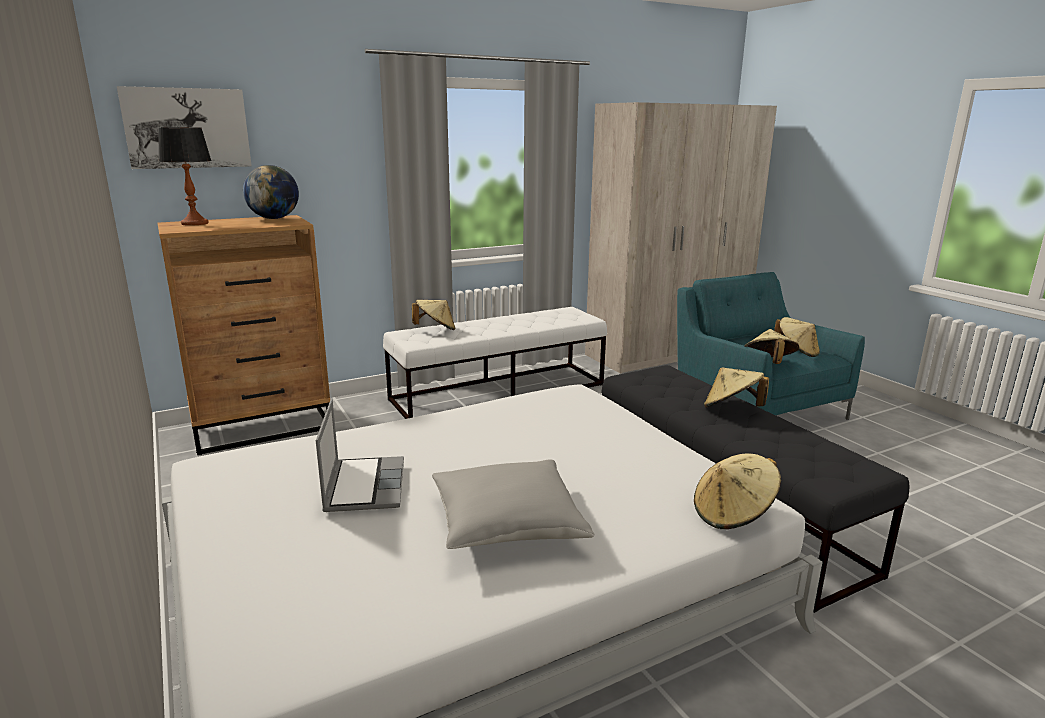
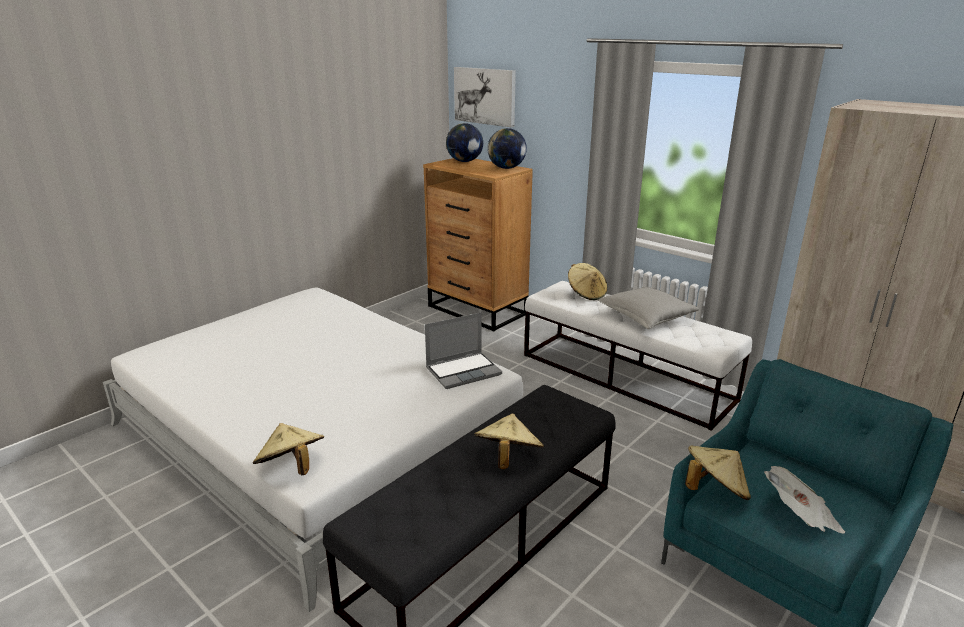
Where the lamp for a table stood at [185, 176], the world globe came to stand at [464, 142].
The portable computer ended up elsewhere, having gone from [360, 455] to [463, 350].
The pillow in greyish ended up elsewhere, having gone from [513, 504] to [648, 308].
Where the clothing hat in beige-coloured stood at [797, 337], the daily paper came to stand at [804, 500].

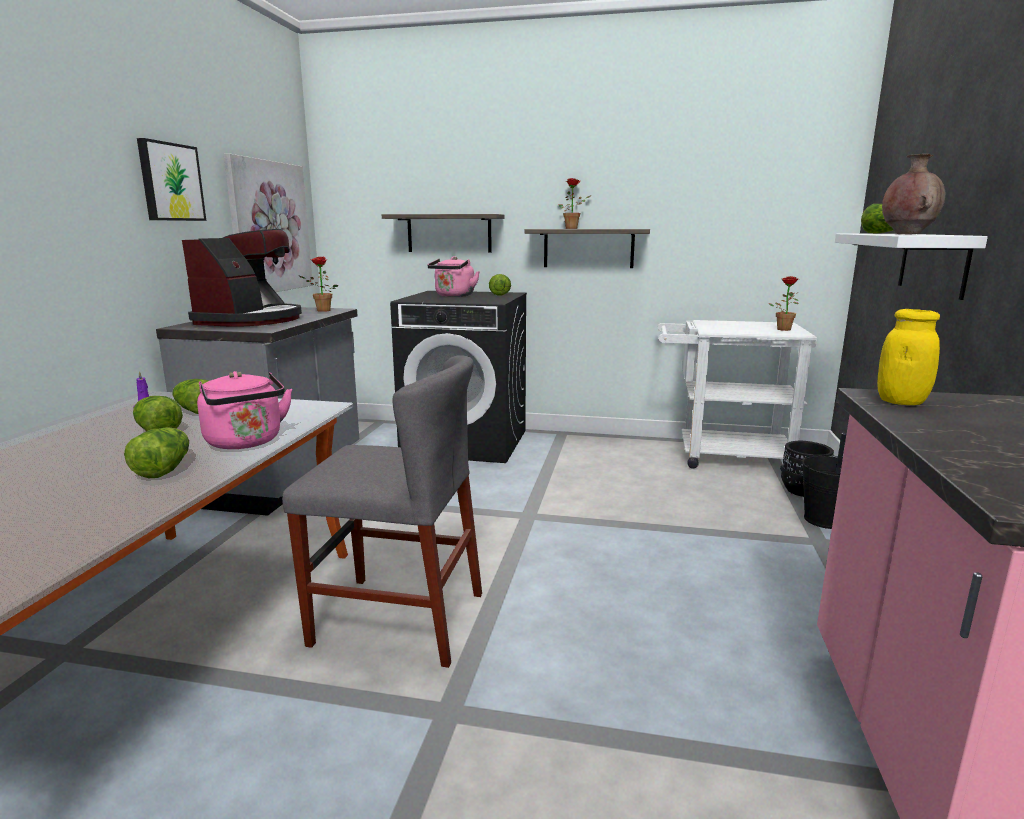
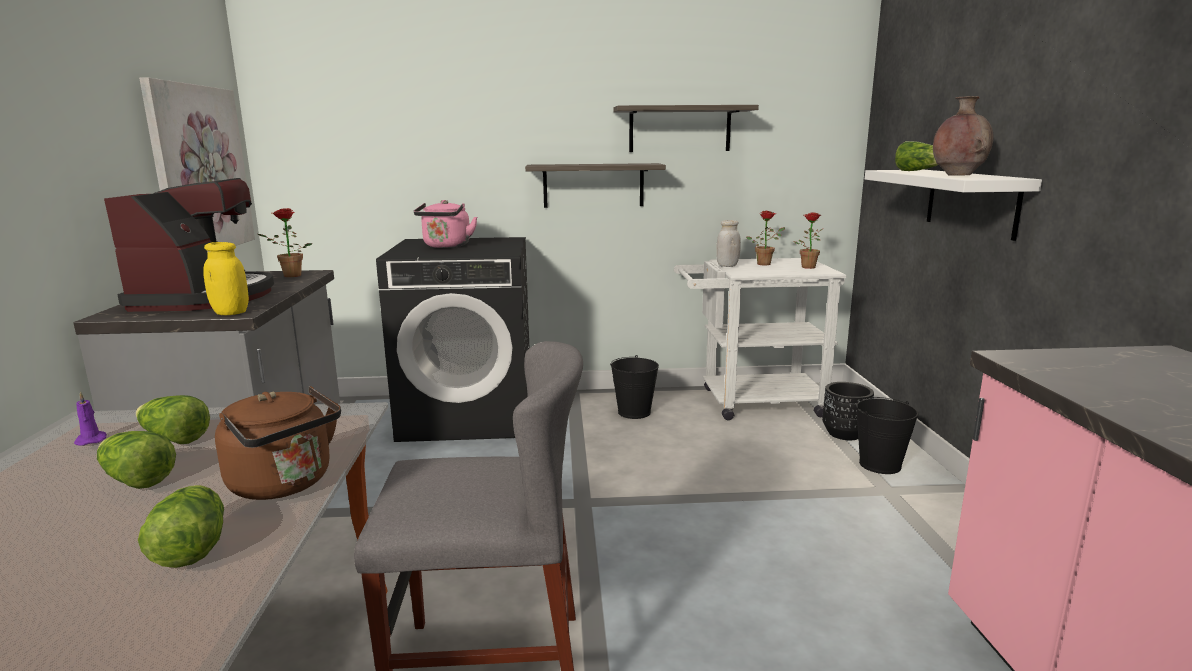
The second view lost the wall picture at [171, 179].
What was the kettle in pinkish at [244, 410] turned into the kettle in brownish at [278, 443].
The wall shelf ended up elsewhere, having gone from [443, 233] to [686, 128].
The second view lost the head of lettuce at [500, 285].
The plant in a pot ended up elsewhere, having gone from [575, 203] to [765, 238].
The jar in yellow ended up elsewhere, having gone from [908, 357] to [226, 278].
The second view gained the pail in blackish at [634, 387].
The second view gained the jar in white at [728, 243].

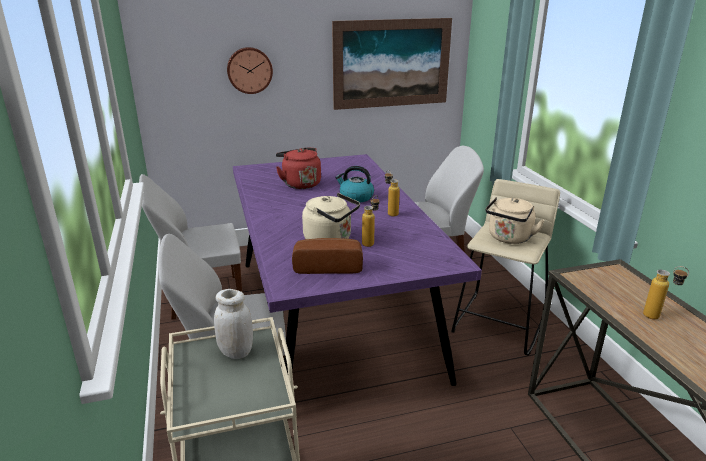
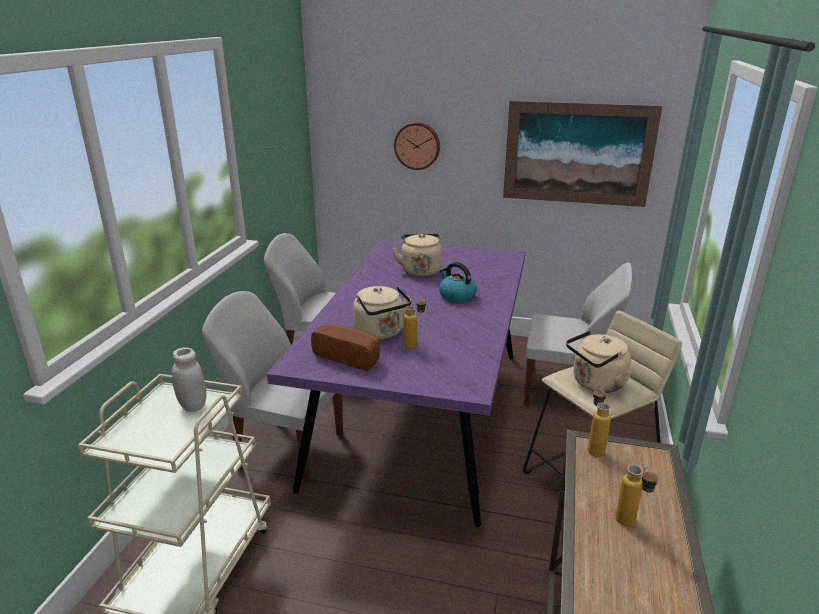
What was the kettle in reddish at [298, 168] turned into the kettle in beige-coloured at [417, 255].
The bottle ended up elsewhere, having gone from [392, 193] to [599, 421].

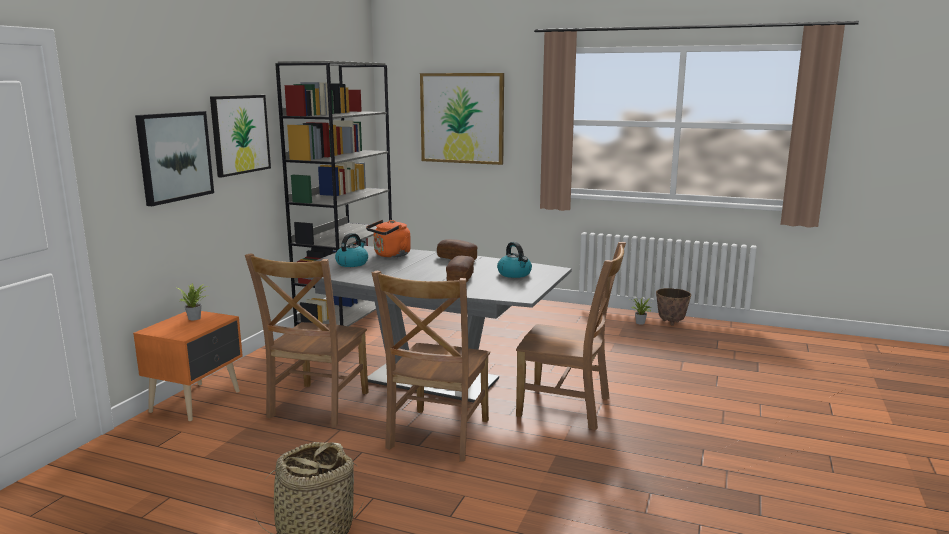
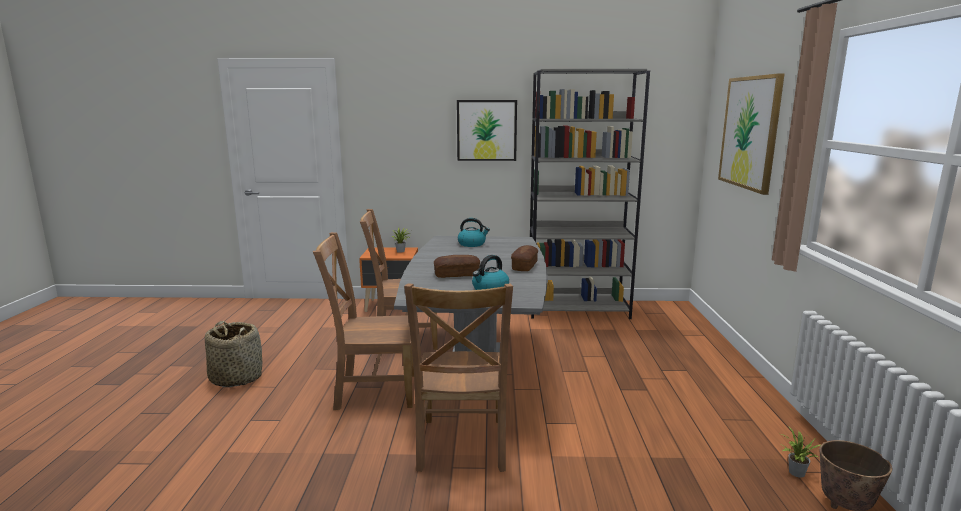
The second view lost the wall picture at [174, 158].
The second view lost the kettle in orange-coloured at [388, 239].

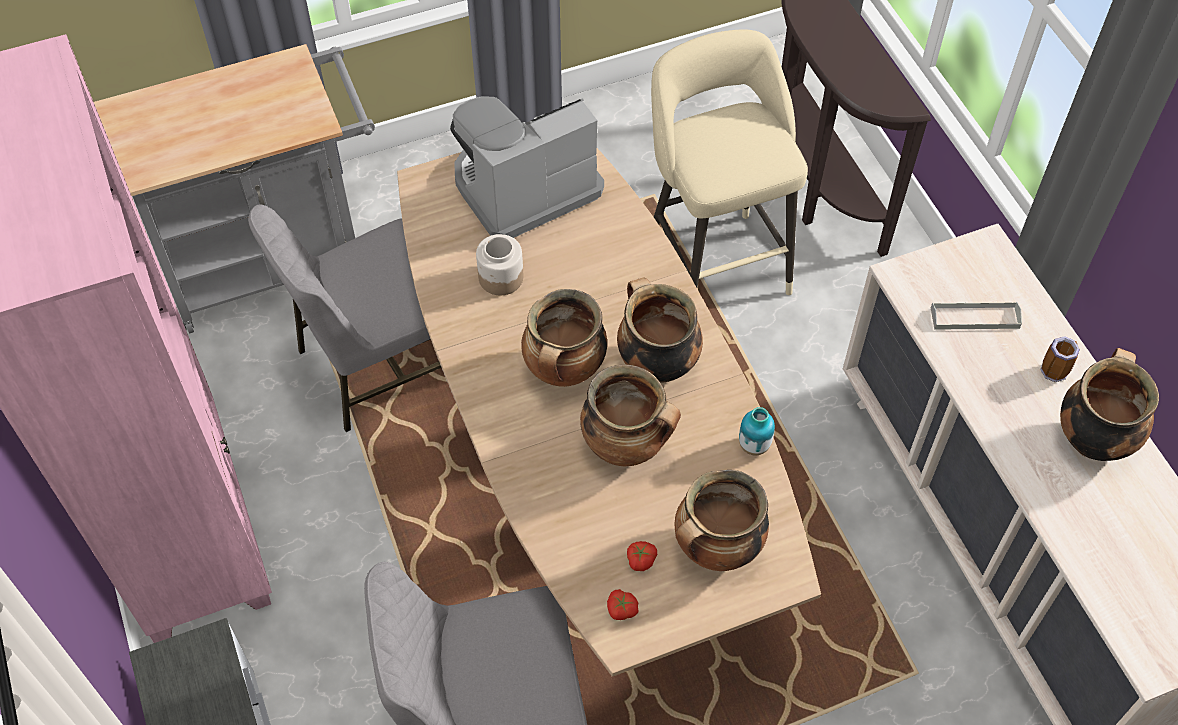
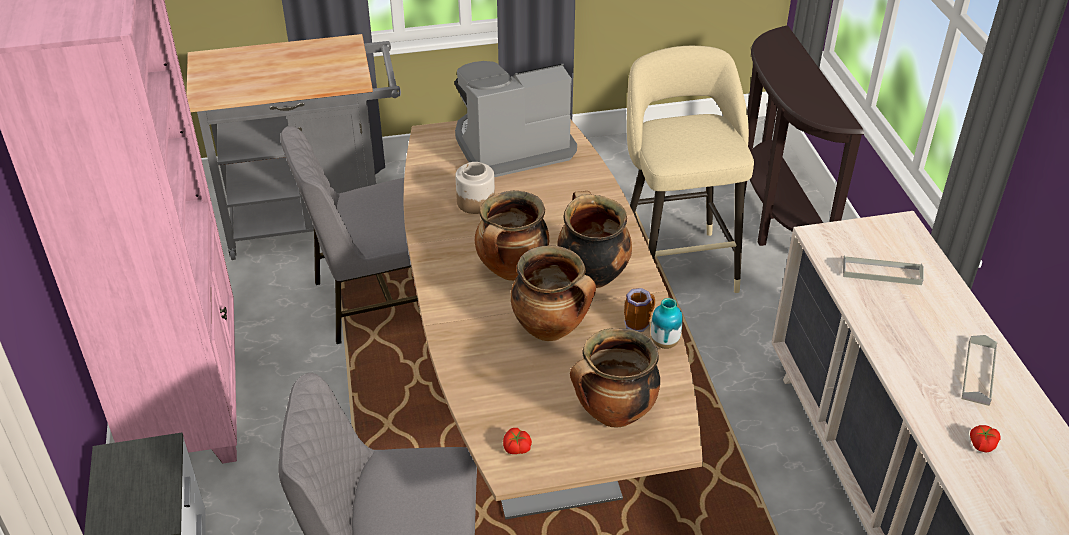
The tomato ended up elsewhere, having gone from [642, 556] to [985, 439].
The coffee mug ended up elsewhere, having gone from [1060, 359] to [639, 310].
Where the cooking pot stood at [1109, 404], the tray in greyish came to stand at [980, 370].

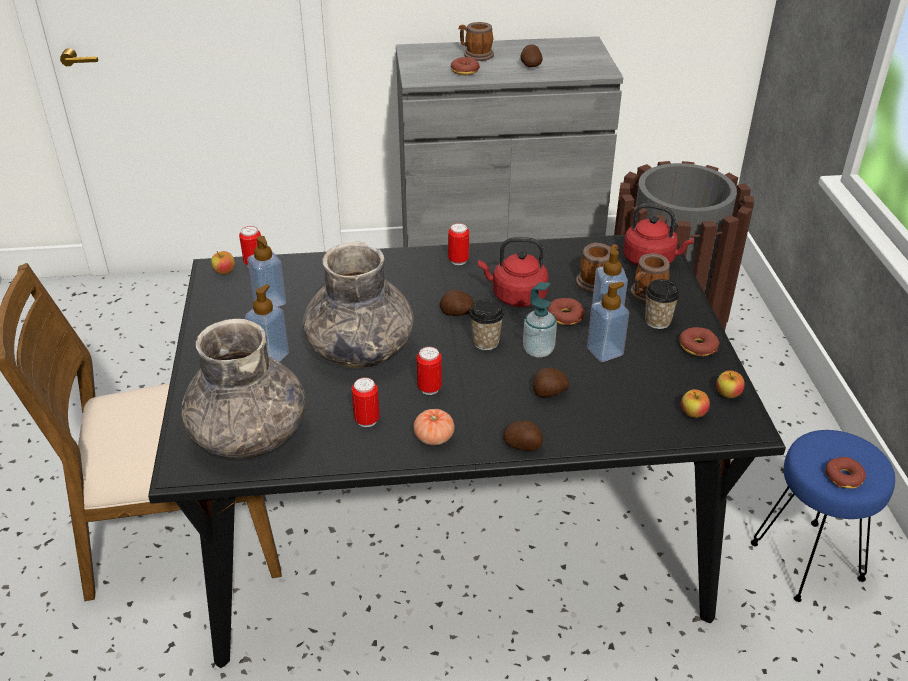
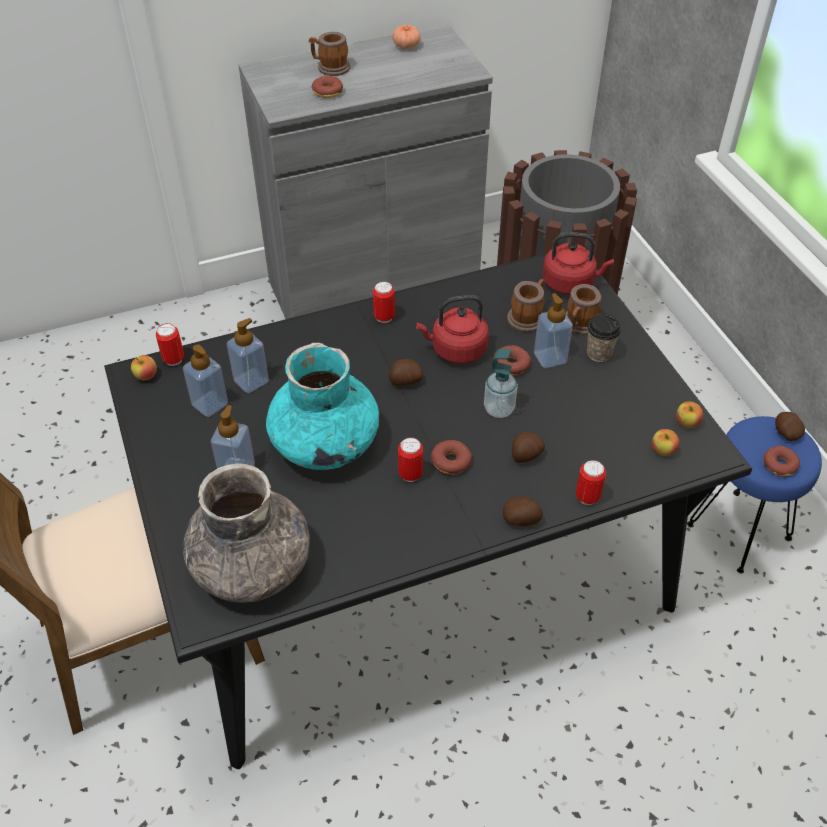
What was the flower vase in greyish at [358, 304] turned into the flower vase in blue-green at [322, 406].
The metal can ended up elsewhere, having gone from [366, 402] to [591, 482].
The tomato ended up elsewhere, having gone from [434, 427] to [406, 37].
The second view lost the cup at [486, 324].
The whole potato ended up elsewhere, having gone from [531, 56] to [790, 426].
The liquid soap bottle ended up elsewhere, having gone from [608, 322] to [248, 355].
The donut ended up elsewhere, having gone from [699, 341] to [451, 457].

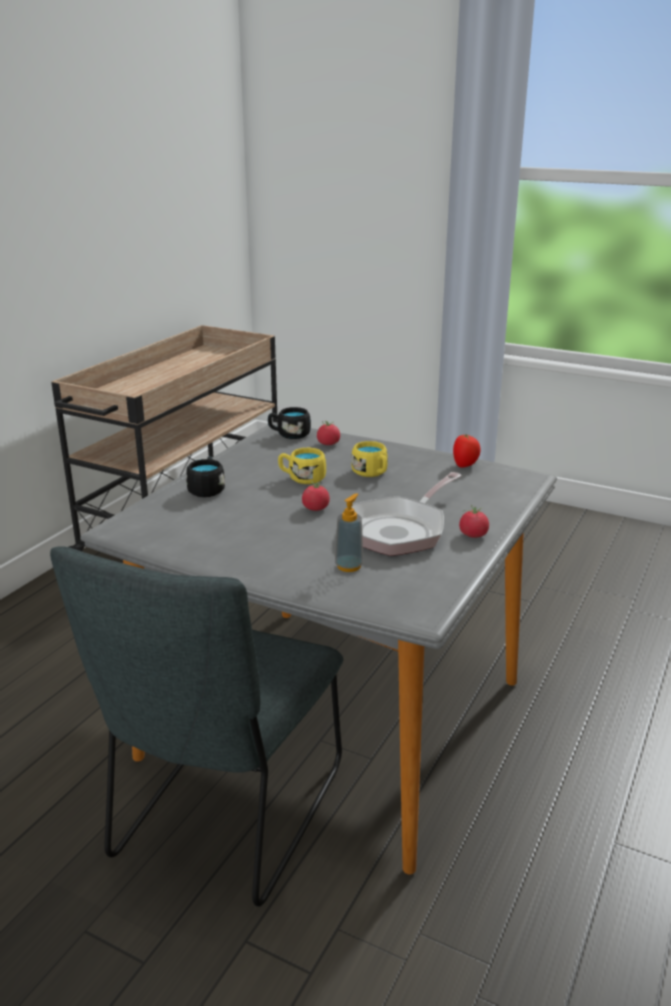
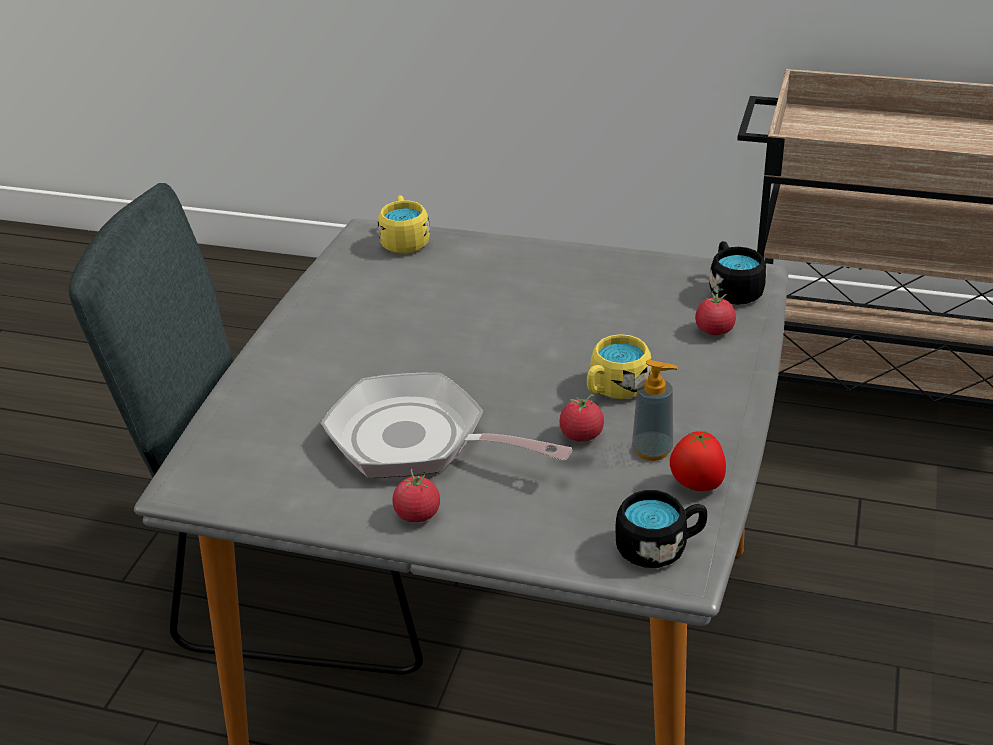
The coffee mug in blackish ended up elsewhere, having gone from [205, 476] to [661, 529].
The coffee mug in yellow ended up elsewhere, having gone from [302, 466] to [404, 224].
The tomato ended up elsewhere, having gone from [316, 495] to [581, 418].
The liquid soap bottle ended up elsewhere, having gone from [349, 532] to [655, 410].

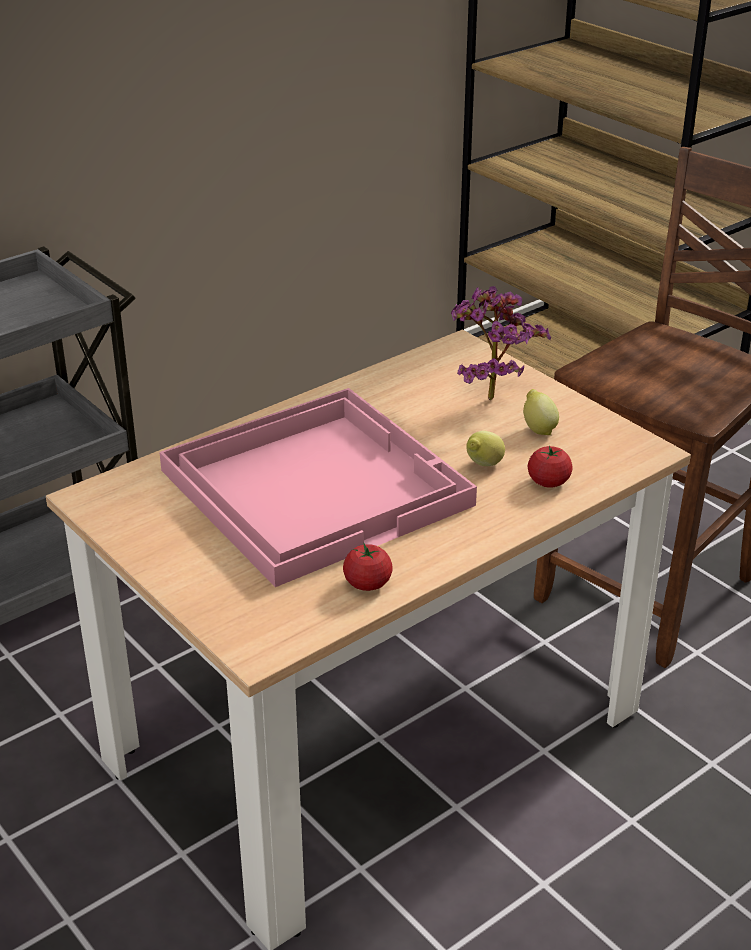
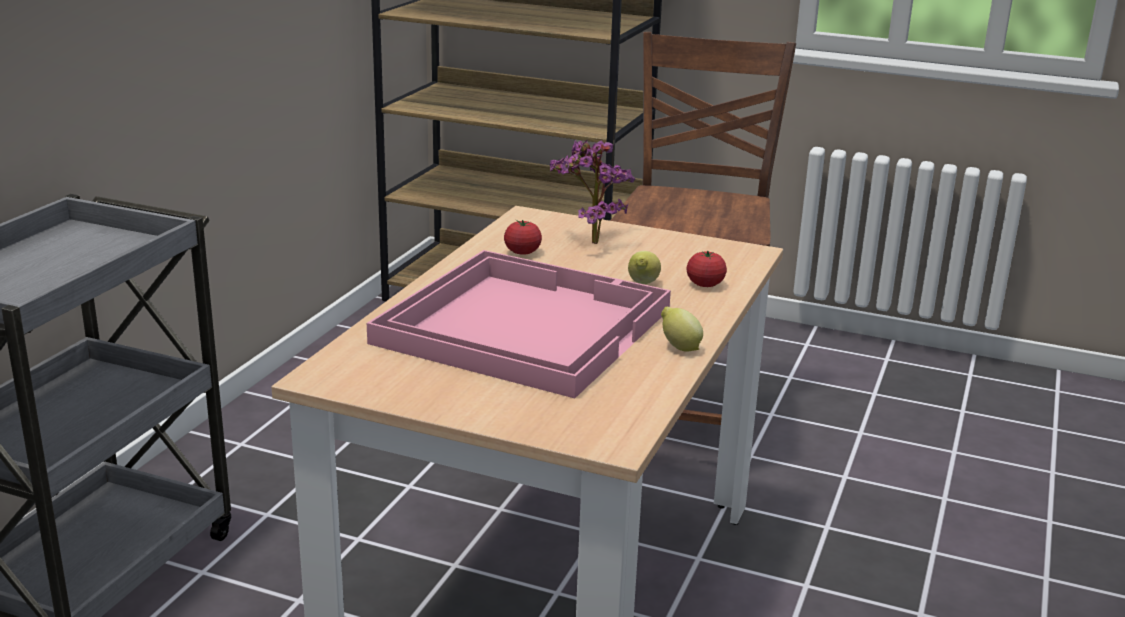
The tomato ended up elsewhere, having gone from [368, 566] to [523, 237].
The whole lemon ended up elsewhere, having gone from [541, 412] to [682, 329].

